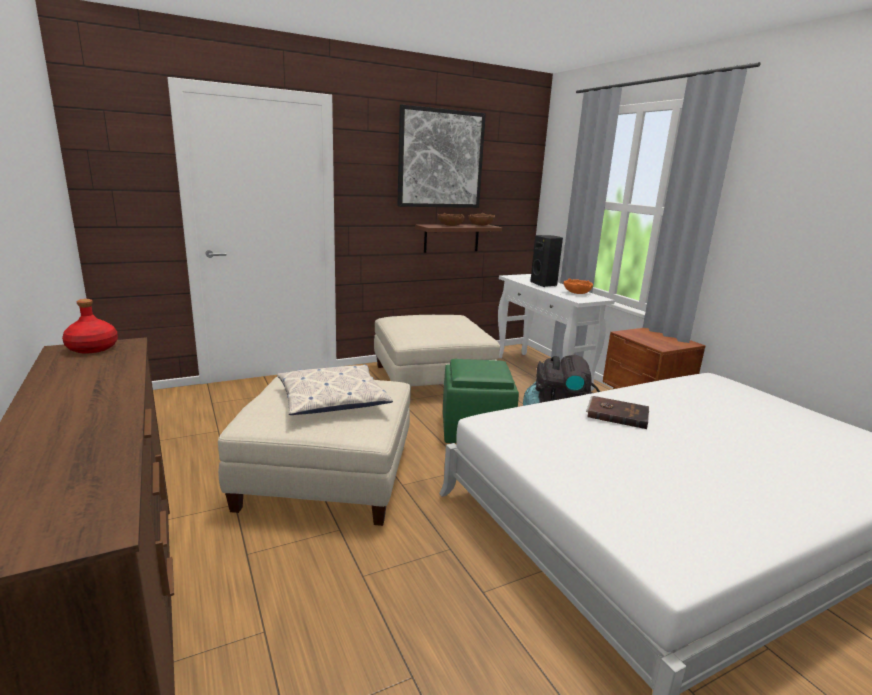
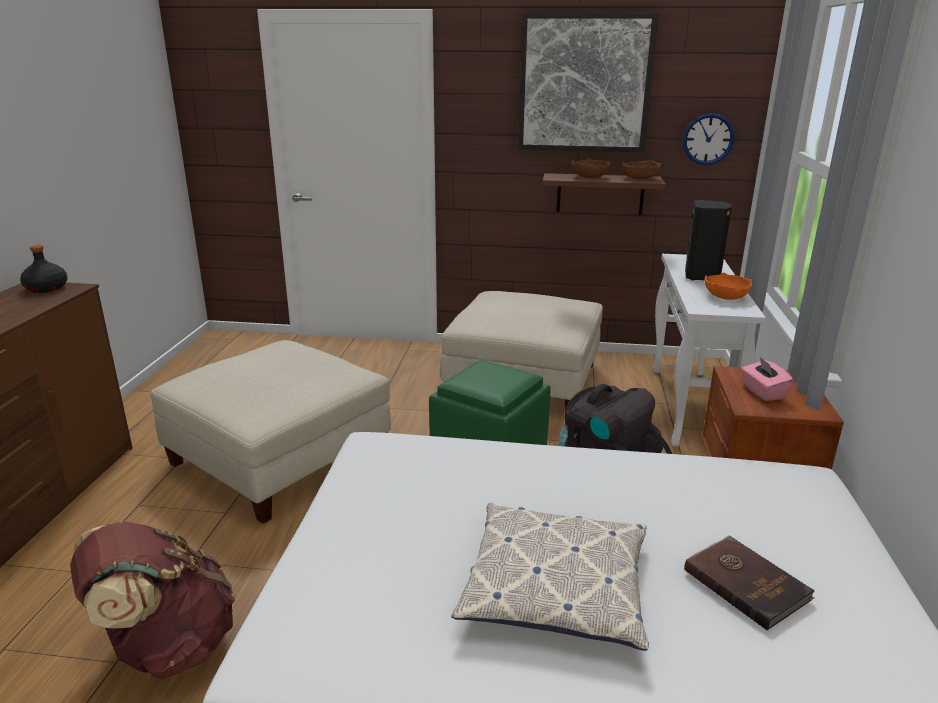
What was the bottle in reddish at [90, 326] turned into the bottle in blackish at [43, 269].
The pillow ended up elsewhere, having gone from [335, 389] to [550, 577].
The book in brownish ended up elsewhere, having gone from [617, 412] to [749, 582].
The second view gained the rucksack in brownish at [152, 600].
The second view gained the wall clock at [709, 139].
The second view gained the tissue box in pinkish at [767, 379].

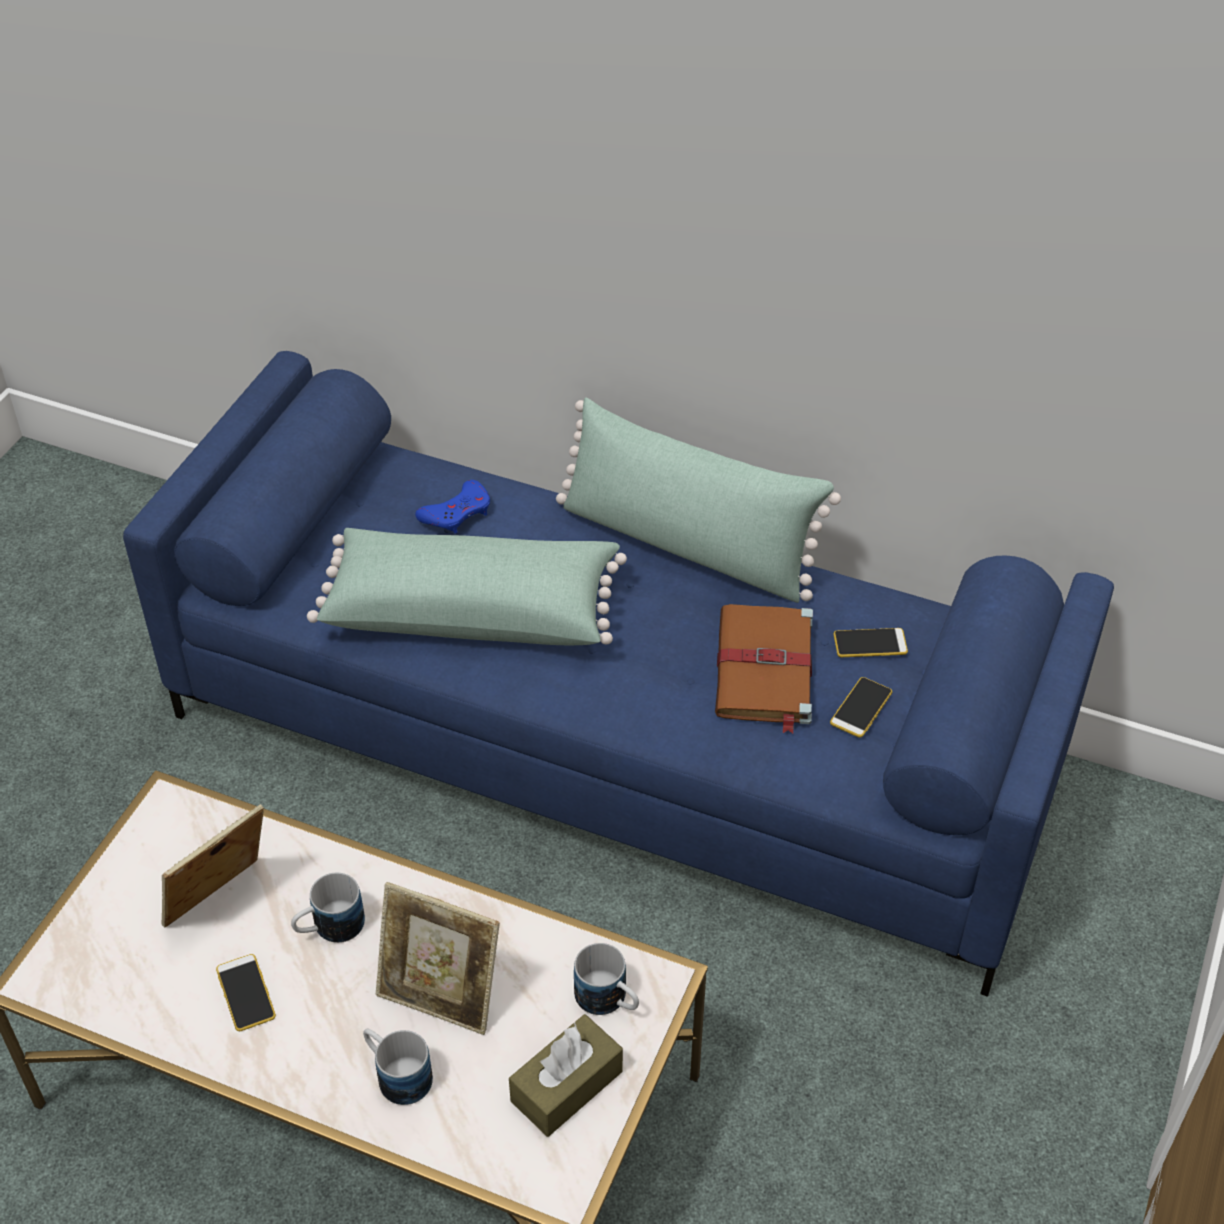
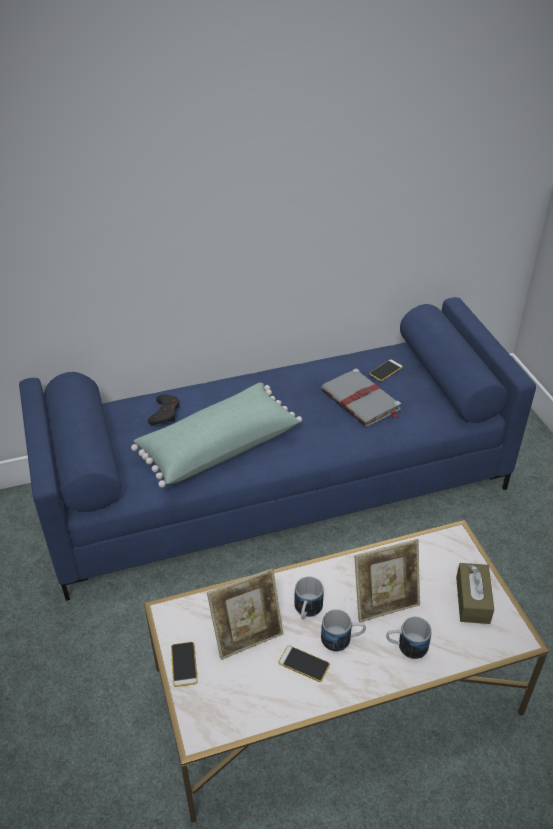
The photo frame at [212, 865] ended up facing another way, 120 degrees counterclockwise from before.
What was the gamepad in blue-coloured at [452, 506] turned into the gamepad in blackish at [164, 409].
The second view lost the pillow in green-coloured at [698, 500].
The coffee mug ended up elsewhere, having gone from [606, 979] to [343, 630].
What was the book in brownish at [764, 669] turned into the book in greyish at [361, 397].
The handset ended up elsewhere, having gone from [861, 707] to [184, 664].

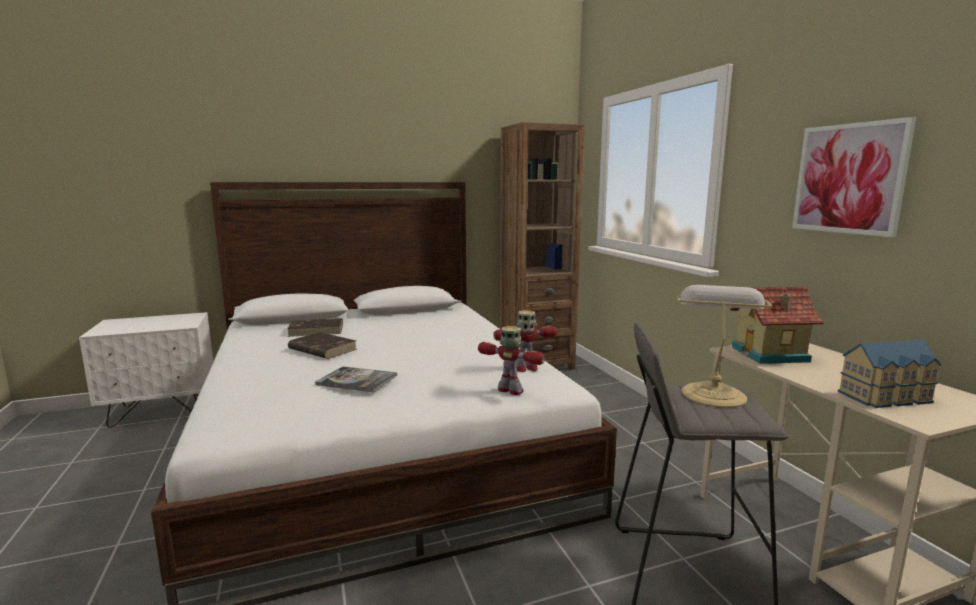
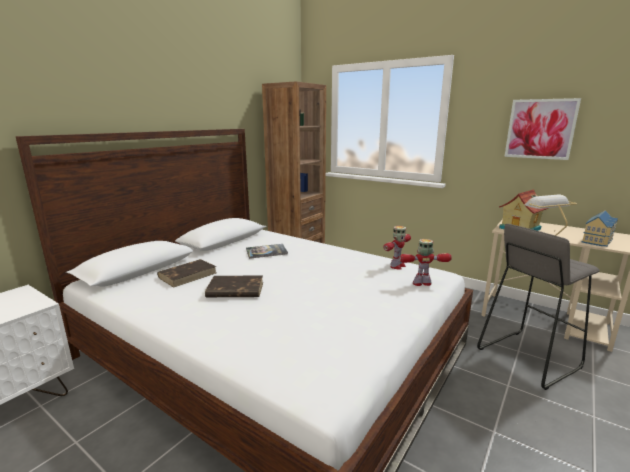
The book ended up elsewhere, having gone from [356, 379] to [267, 251].

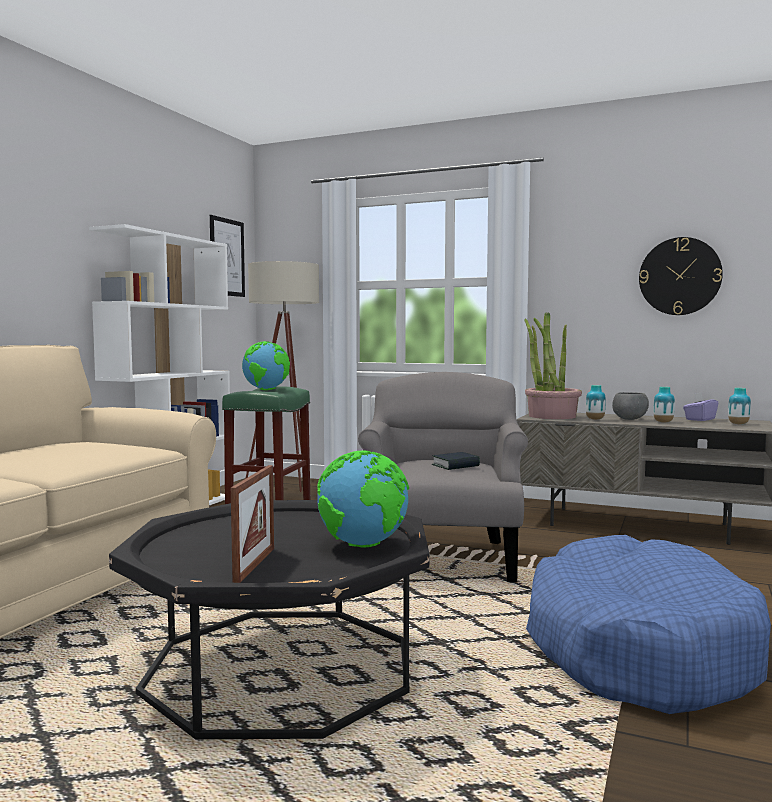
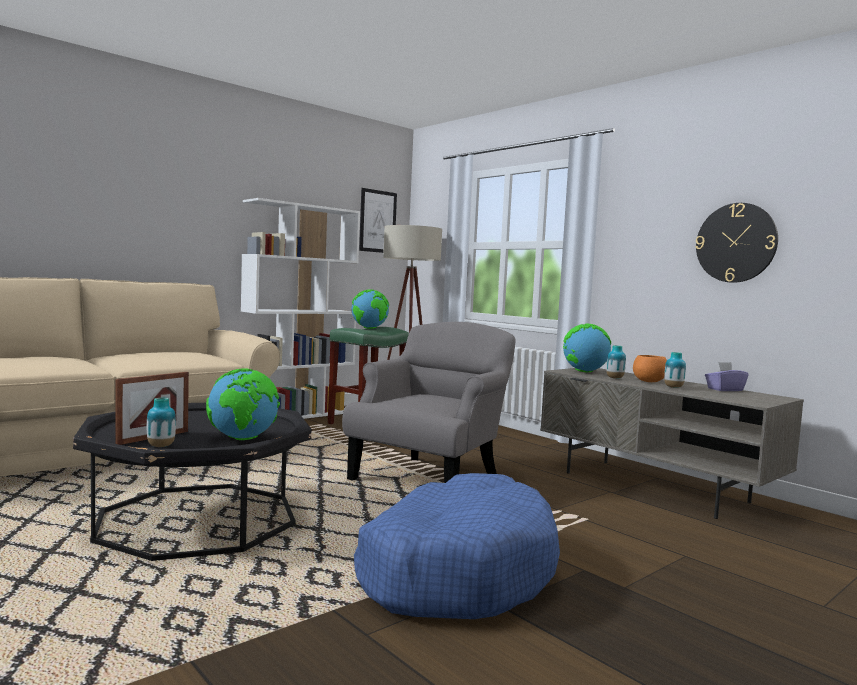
The second view lost the book at [456, 461].
Where the plant in a pot stood at [553, 365], the world globe came to stand at [587, 348].
What was the serving bowl in greyish at [630, 406] turned into the serving bowl in orange-coloured at [650, 368].
The flower vase ended up elsewhere, having gone from [739, 406] to [161, 422].

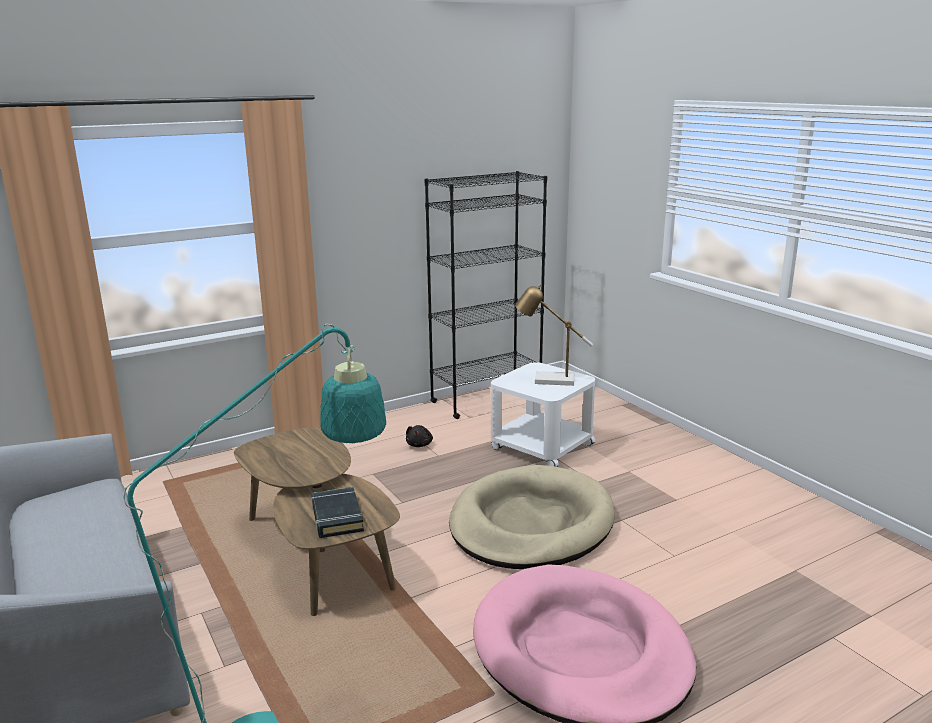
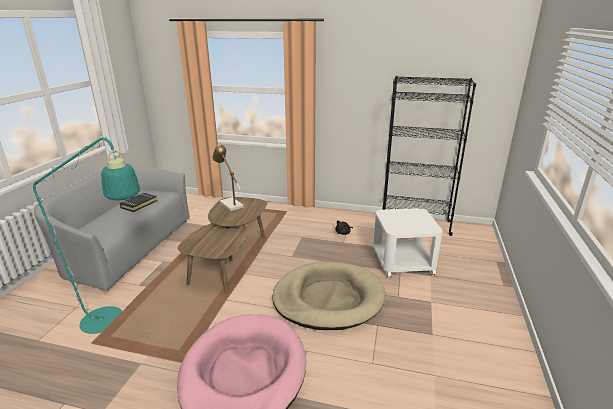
The book in blackish ended up elsewhere, having gone from [337, 512] to [138, 202].
The lamp for a table ended up elsewhere, having gone from [554, 335] to [228, 178].

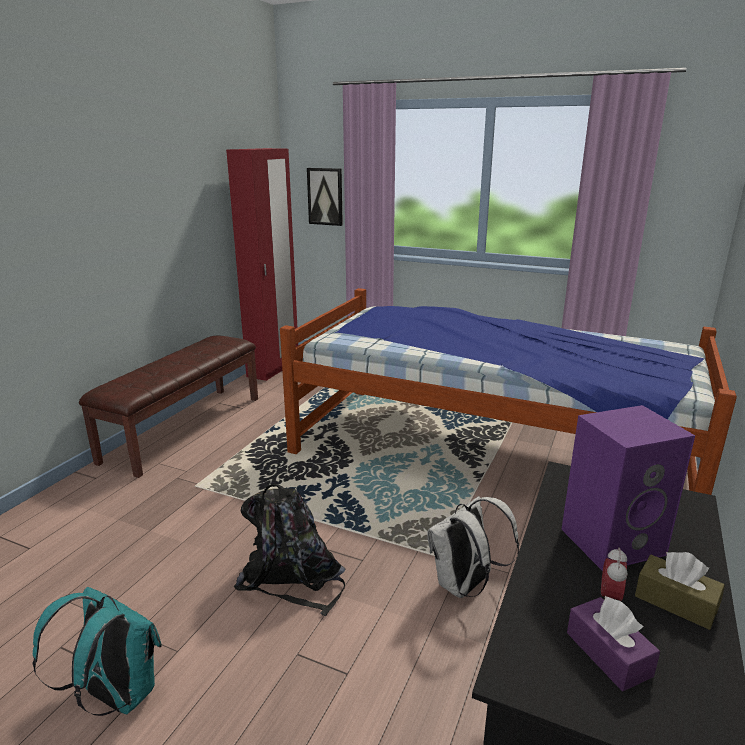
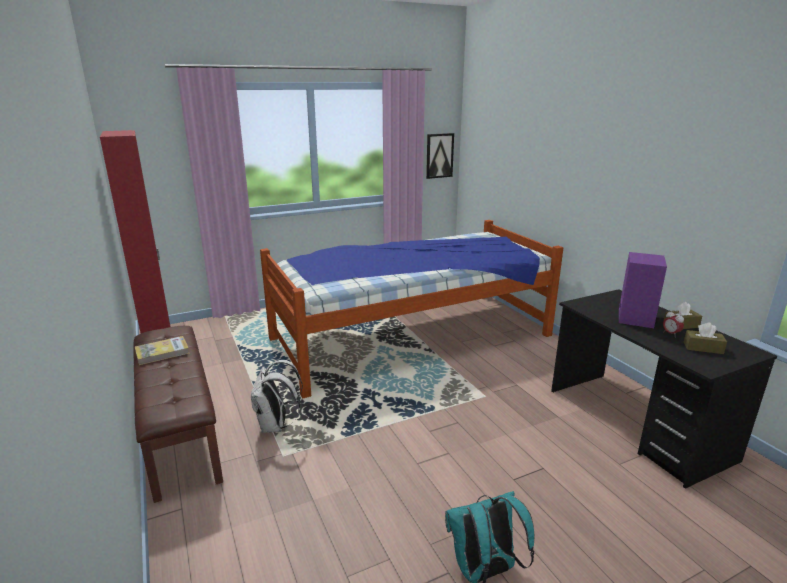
The second view lost the rucksack in blackish at [290, 550].
The wall picture ended up elsewhere, having gone from [325, 197] to [440, 156].
The rucksack in white ended up elsewhere, having gone from [473, 547] to [277, 396].
What was the tissue box in purple at [613, 643] turned into the tissue box in brownish at [705, 338].
The second view gained the book at [162, 350].

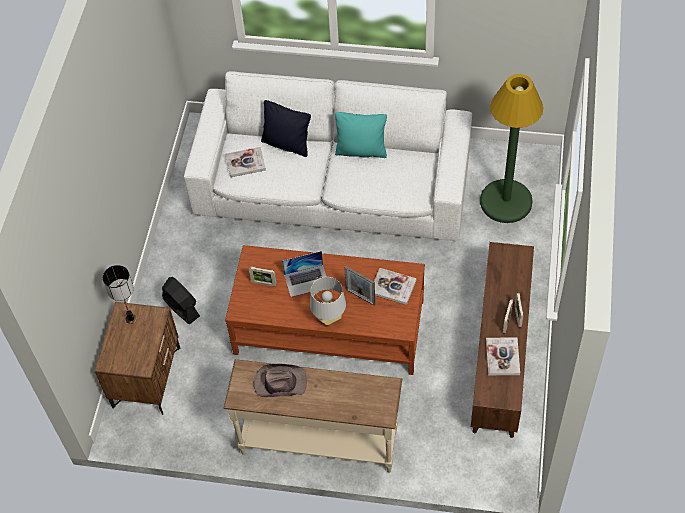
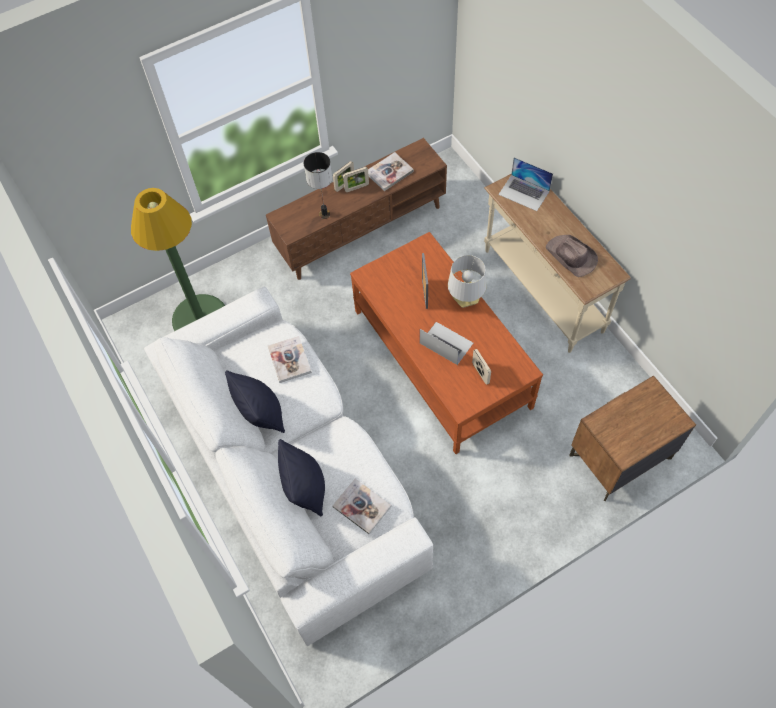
The lamp for a table ended up elsewhere, having gone from [120, 294] to [318, 185].
The second view lost the fan in blackish at [181, 301].
What was the pillow in blue-green at [361, 135] turned into the pillow in blackish at [255, 401].
The book ended up elsewhere, having gone from [395, 286] to [290, 359].
The second view gained the portable computer at [525, 184].

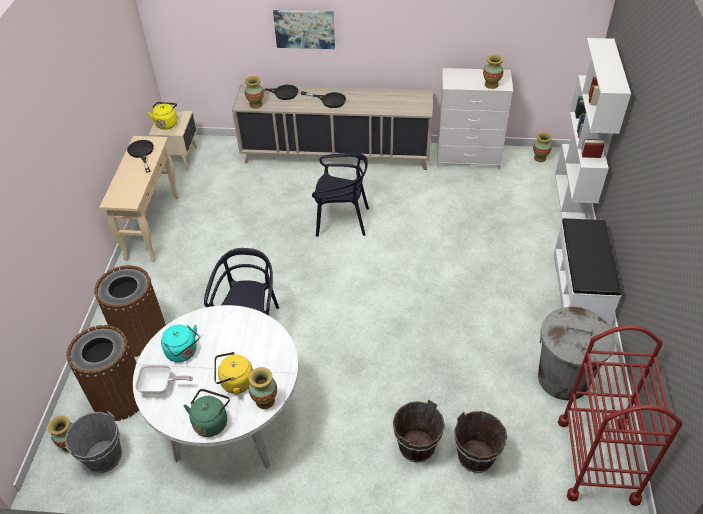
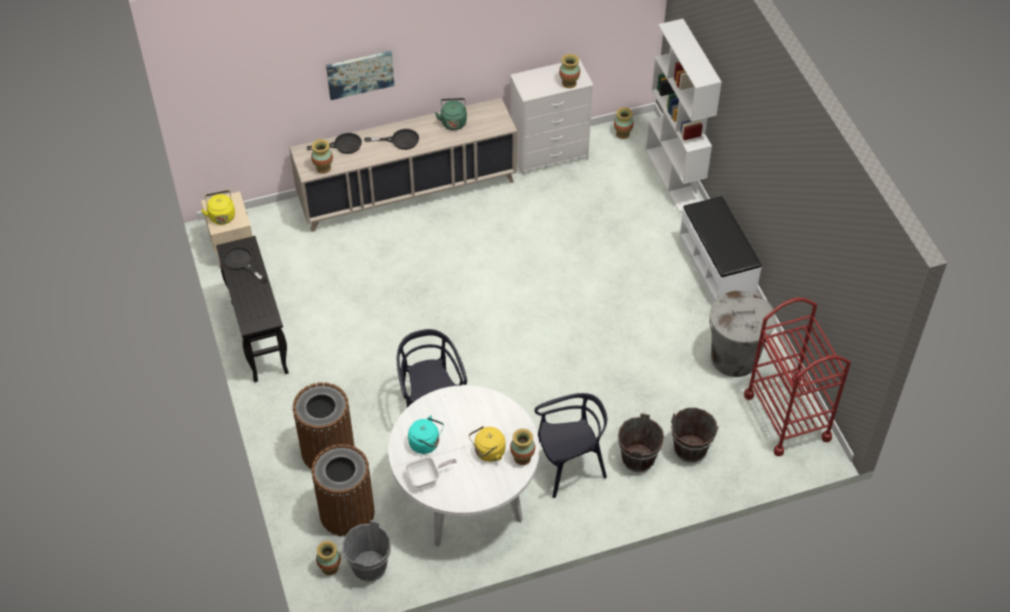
What was the console table in beige-coloured at [139, 199] turned into the console table in blackish at [252, 309].
The kettle in green-coloured ended up elsewhere, having gone from [207, 413] to [451, 114].
The plain chair in blackish ended up elsewhere, having gone from [340, 195] to [571, 445].

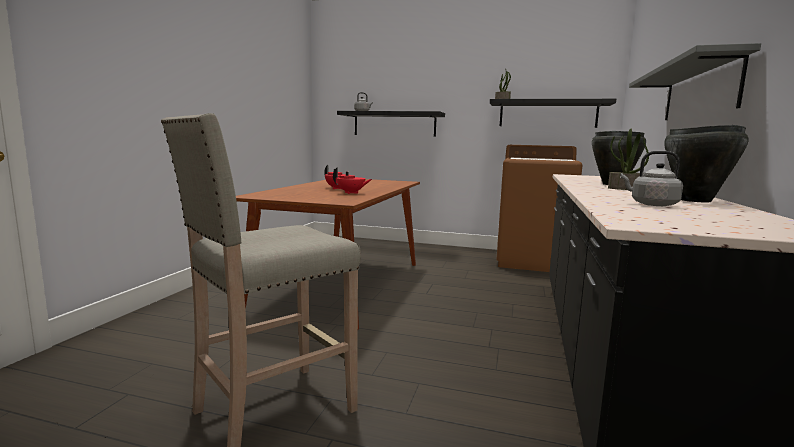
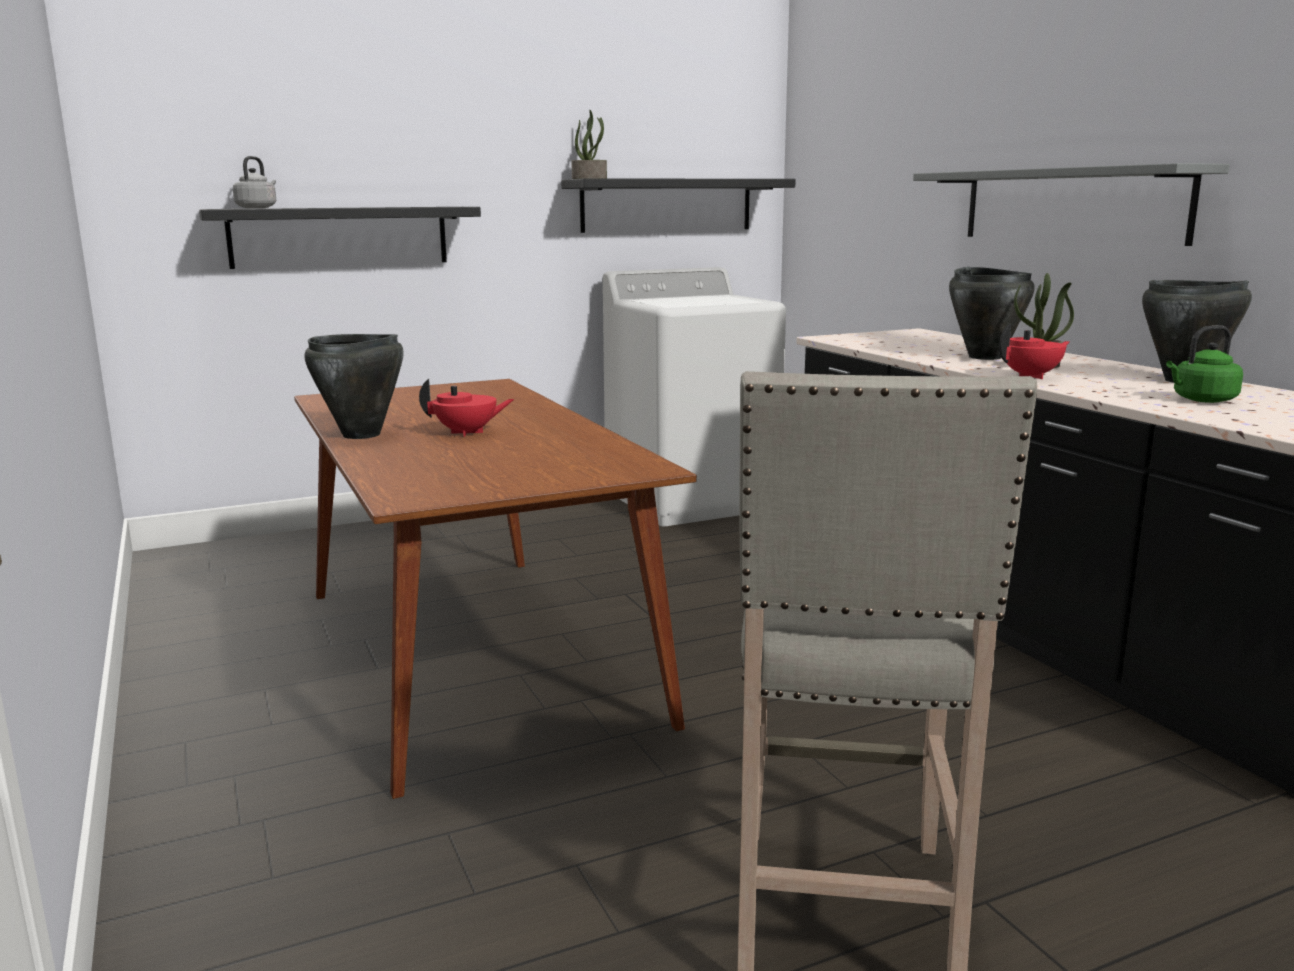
The teapot in reddish ended up elsewhere, having gone from [352, 180] to [1034, 351].
What was the laundry machine in brownish at [539, 208] turned into the laundry machine in white at [694, 397].
What was the kettle in greyish at [651, 178] turned into the kettle in green-coloured at [1204, 364].
The second view gained the cooking pot in blackish at [354, 386].

